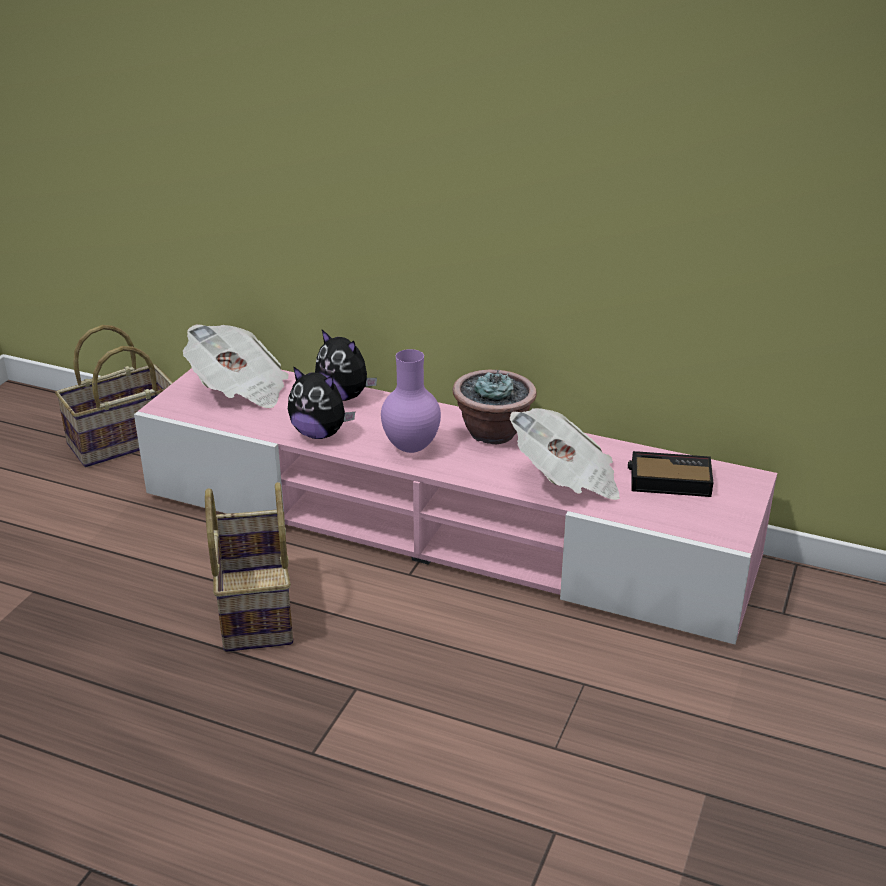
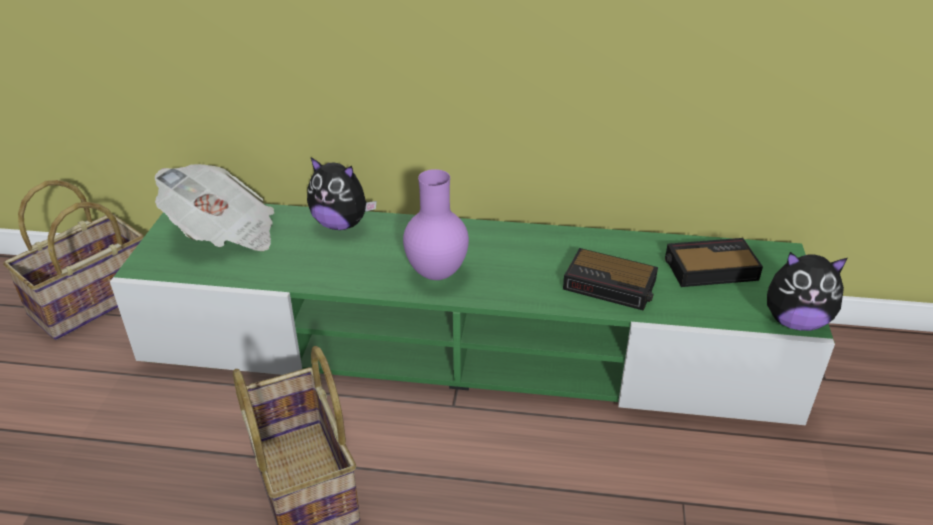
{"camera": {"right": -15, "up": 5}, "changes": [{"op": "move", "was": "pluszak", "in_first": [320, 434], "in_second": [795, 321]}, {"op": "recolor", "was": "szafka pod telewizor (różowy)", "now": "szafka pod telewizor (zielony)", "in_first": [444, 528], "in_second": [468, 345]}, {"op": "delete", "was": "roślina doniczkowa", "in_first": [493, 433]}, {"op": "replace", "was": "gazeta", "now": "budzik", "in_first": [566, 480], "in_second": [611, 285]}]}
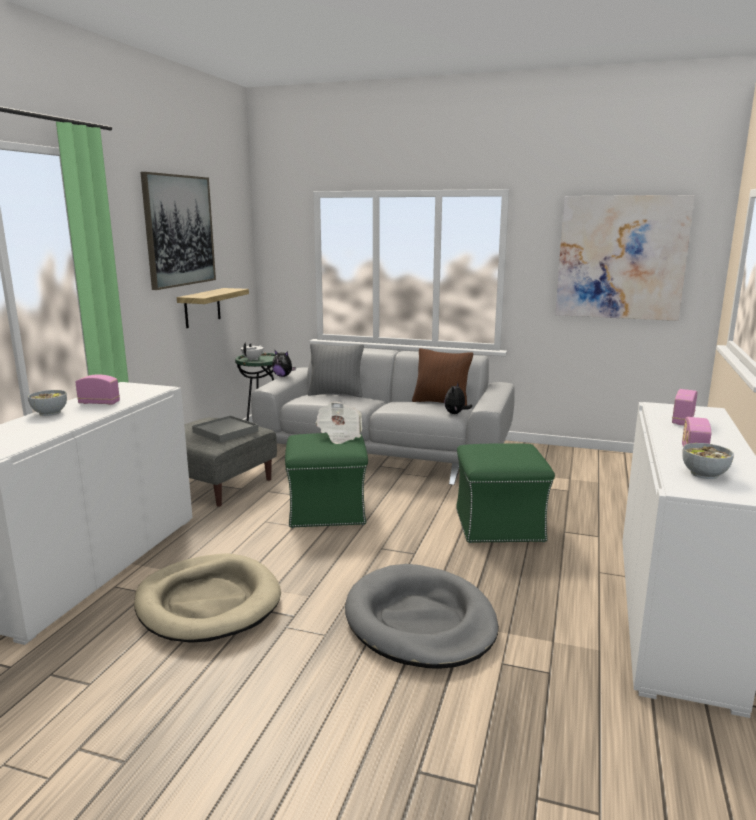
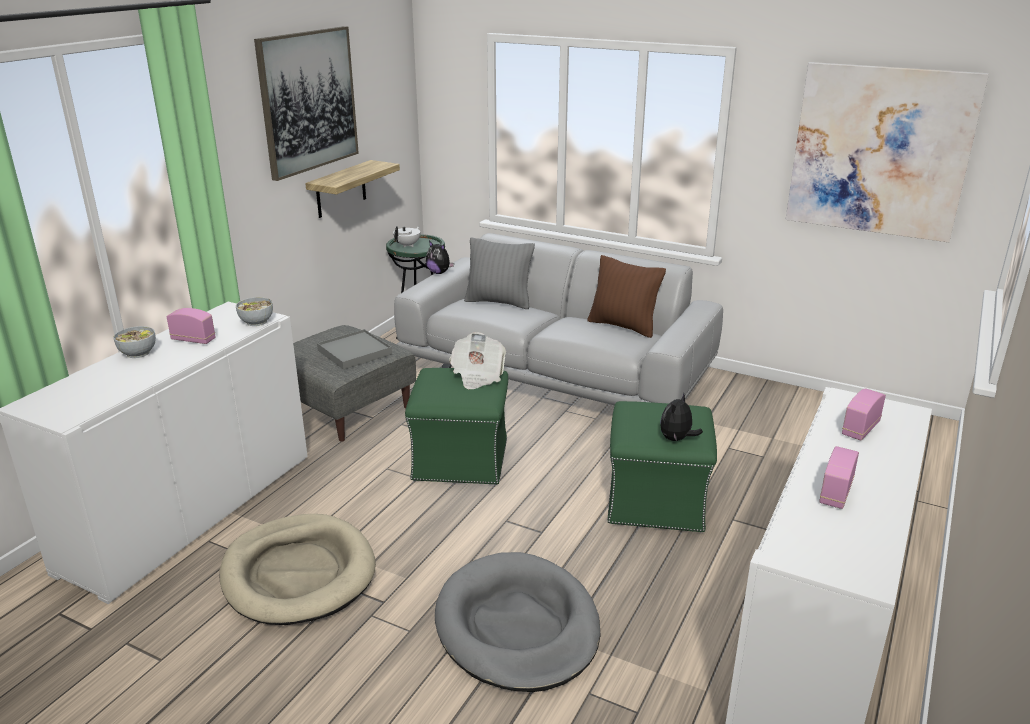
{"camera": {"right": 10, "up": 10}, "changes": [{"op": "move", "was": "pluszak", "in_first": [455, 413], "in_second": [677, 439]}, {"op": "move", "was": "miska", "in_first": [704, 474], "in_second": [256, 322]}]}
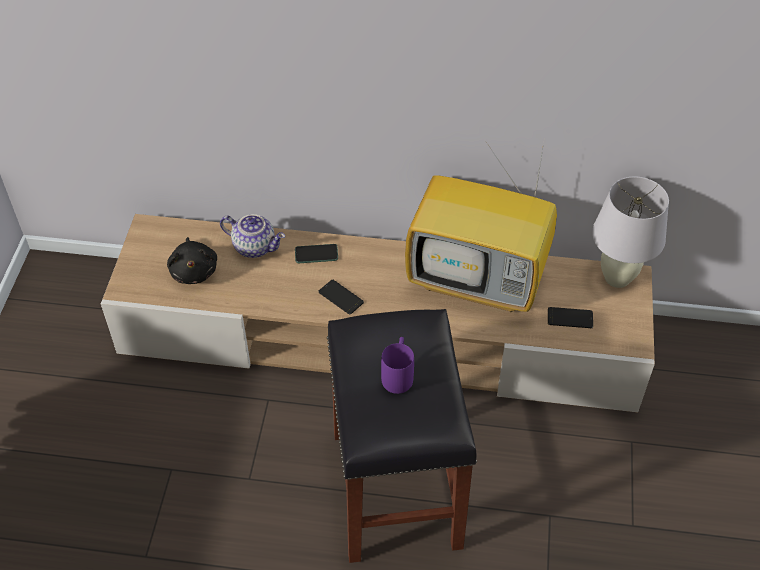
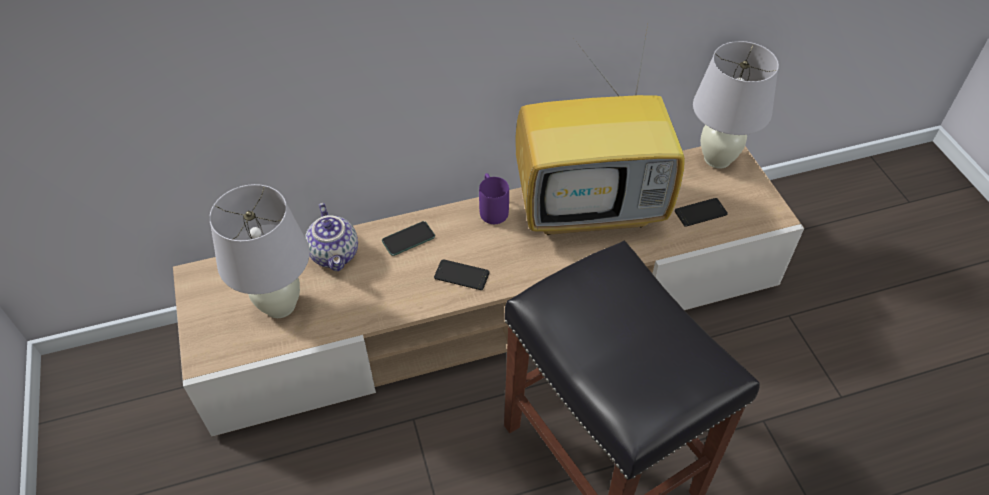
{"camera": {"right": -25, "up": 0}, "changes": [{"op": "rotate", "was": "imbryk", "in_first": [255, 246], "in_second": [336, 254], "clockwise": 75}, {"op": "replace", "was": "pluszak (czarny)", "now": "lampa stołowa (biały)", "in_first": [194, 271], "in_second": [279, 306]}, {"op": "move", "was": "kubek (fioletowy)", "in_first": [398, 374], "in_second": [492, 208]}]}
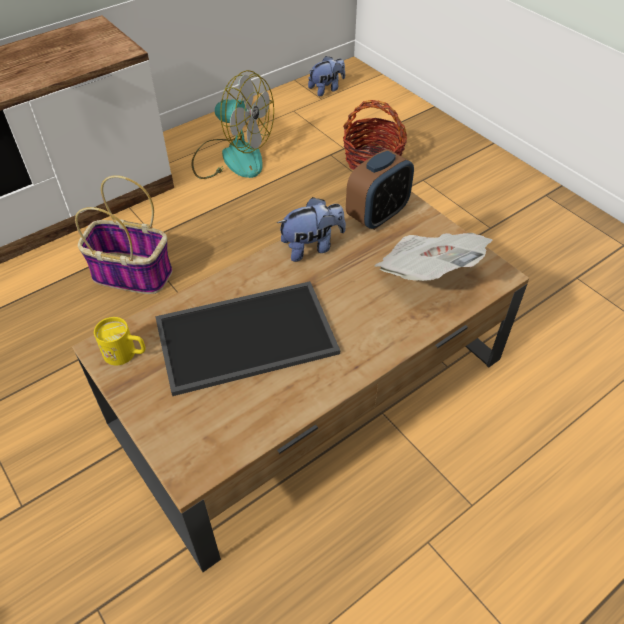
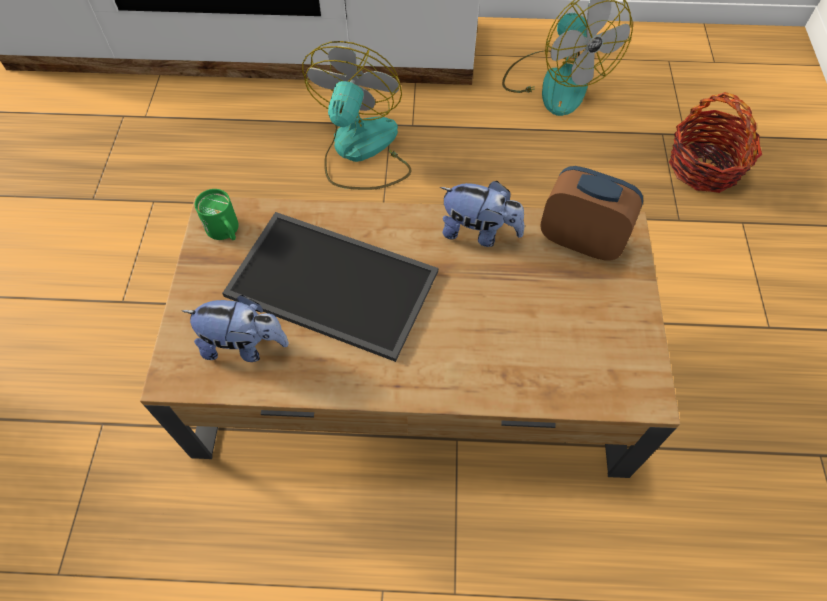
{"camera": {"right": 40, "up": 10}, "changes": [{"op": "move", "was": "pluszak", "in_first": [326, 89], "in_second": [244, 345]}, {"op": "rotate", "was": "budzik", "in_first": [377, 215], "in_second": [581, 239], "clockwise": -150}, {"op": "replace", "was": "koszyk", "now": "wentylator", "in_first": [130, 274], "in_second": [360, 151]}, {"op": "delete", "was": "gazeta", "in_first": [427, 273]}, {"op": "recolor", "was": "kubek (żółty)", "now": "kubek (zielony)", "in_first": [126, 354], "in_second": [226, 232]}]}
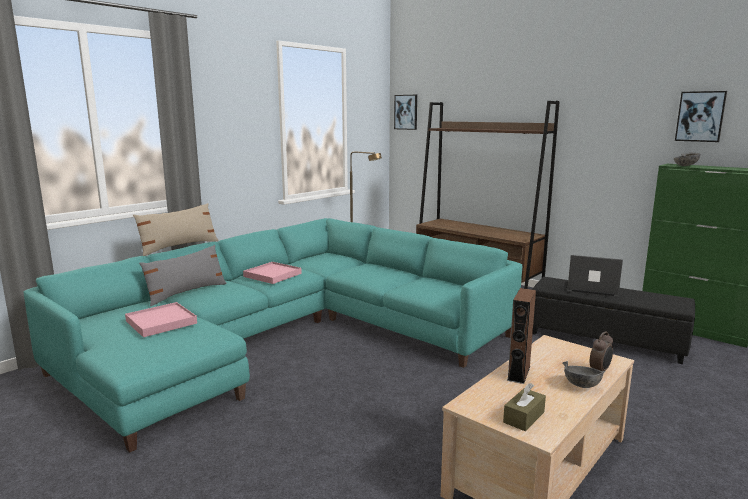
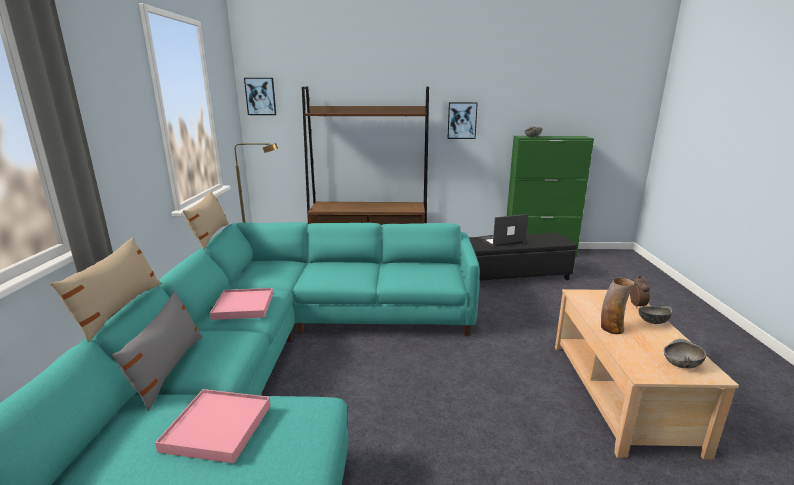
{"camera": {"right": -40, "up": 5}, "changes": [{"op": "move", "was": "obraz", "in_first": [700, 116], "in_second": [462, 120]}, {"op": "replace", "was": "głośnik (brązowy)", "now": "wazon", "in_first": [519, 373], "in_second": [611, 328]}, {"op": "replace", "was": "pudełko chusteczek (brązowy)", "now": "miska (szary)", "in_first": [524, 417], "in_second": [680, 364]}, {"op": "insert", "now": "poduszka (beżowy)", "in_second": [210, 236]}]}
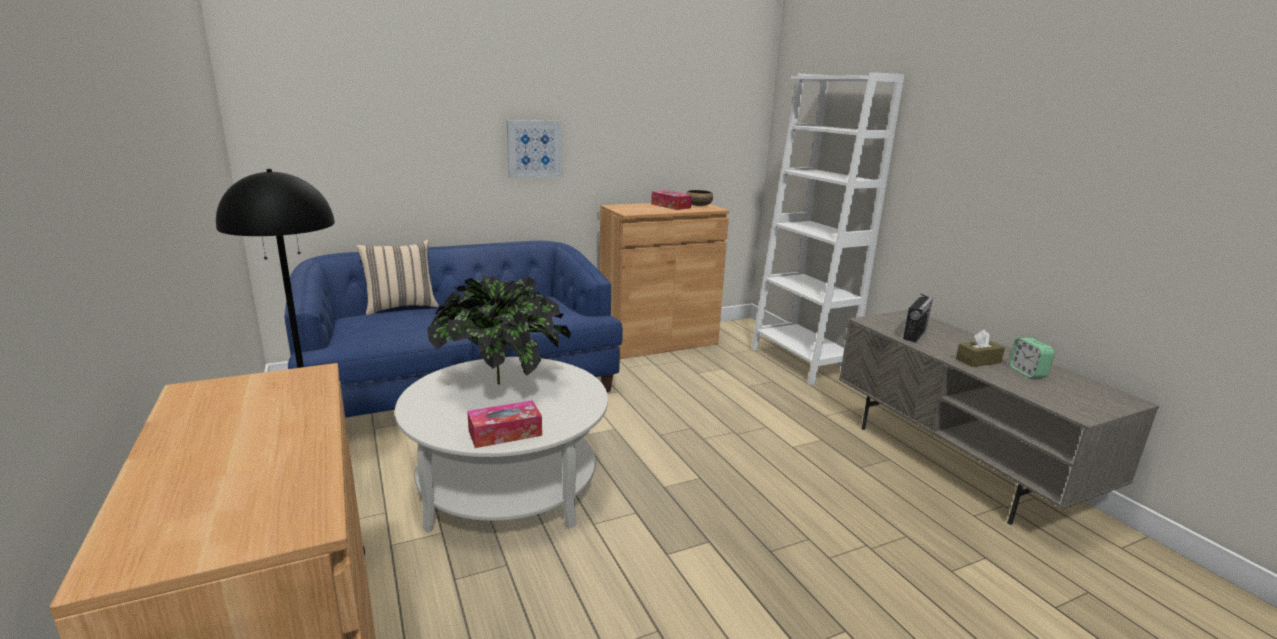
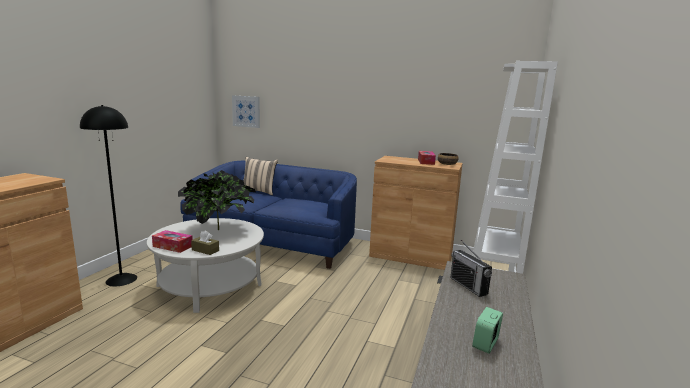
{"camera": {"right": 45, "up": -5}, "changes": [{"op": "move", "was": "obraz", "in_first": [534, 149], "in_second": [246, 111]}, {"op": "rotate", "was": "radio", "in_first": [915, 334], "in_second": [468, 286], "clockwise": 75}, {"op": "move", "was": "pudełko chusteczek (brązowy)", "in_first": [978, 361], "in_second": [205, 250]}]}
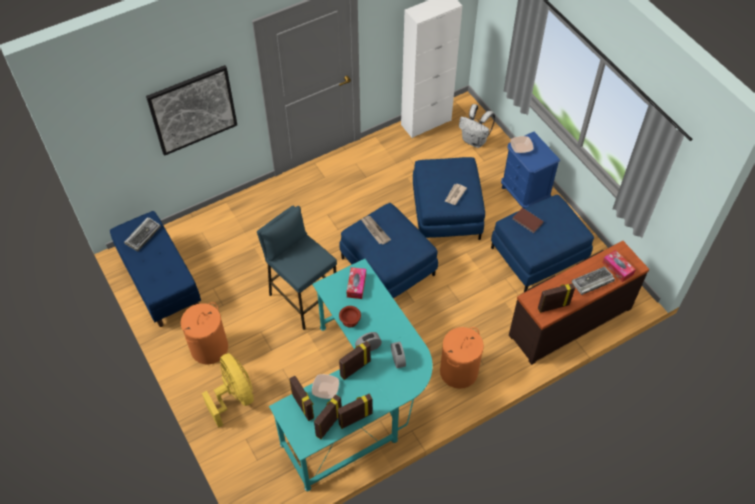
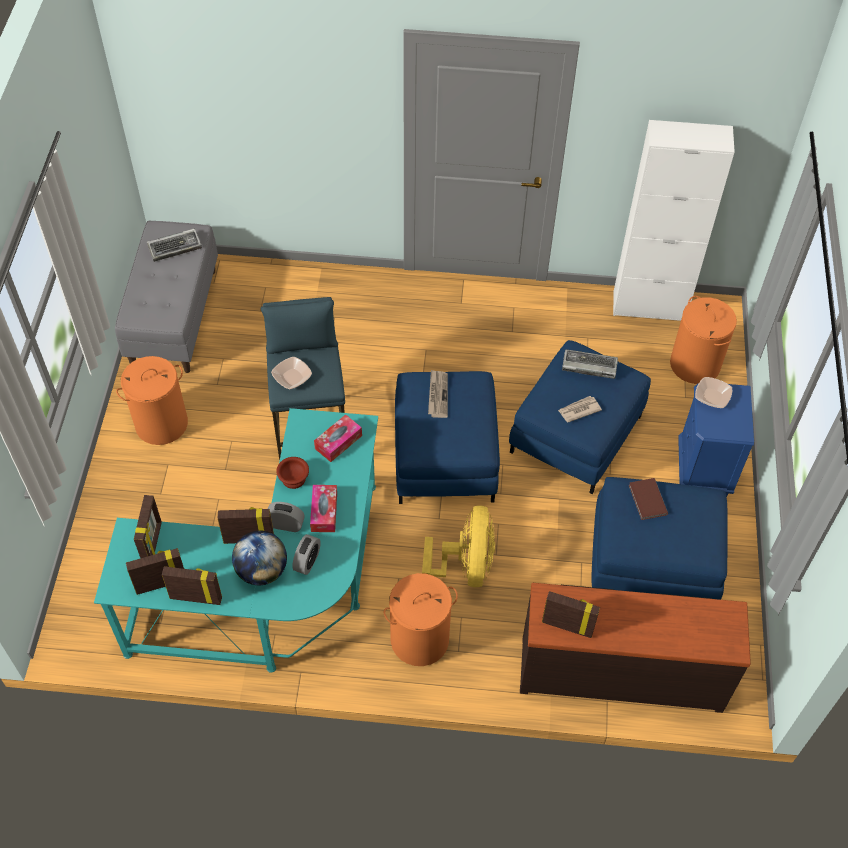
{"camera": {"right": 35, "up": 0}, "changes": [{"op": "delete", "was": "obraz", "in_first": [193, 110]}, {"op": "replace", "was": "plecak (biały)", "now": "kosz na pranie (pomarańczowy)", "in_first": [475, 141], "in_second": [695, 365]}, {"op": "recolor", "was": "ławka (niebieski)", "now": "ławka (szary)", "in_first": [160, 282], "in_second": [173, 317]}, {"op": "move", "was": "pudełko chusteczek", "in_first": [617, 268], "in_second": [324, 512]}, {"op": "move", "was": "klawiatura", "in_first": [592, 282], "in_second": [588, 366]}, {"op": "move", "was": "wentylator (żółty)", "in_first": [234, 397], "in_second": [465, 567]}, {"op": "move", "was": "miska", "in_first": [325, 389], "in_second": [292, 377]}, {"op": "insert", "now": "globus", "in_second": [262, 570]}]}
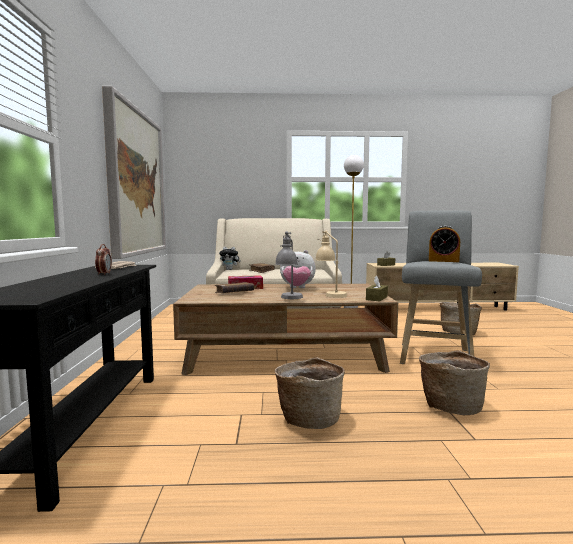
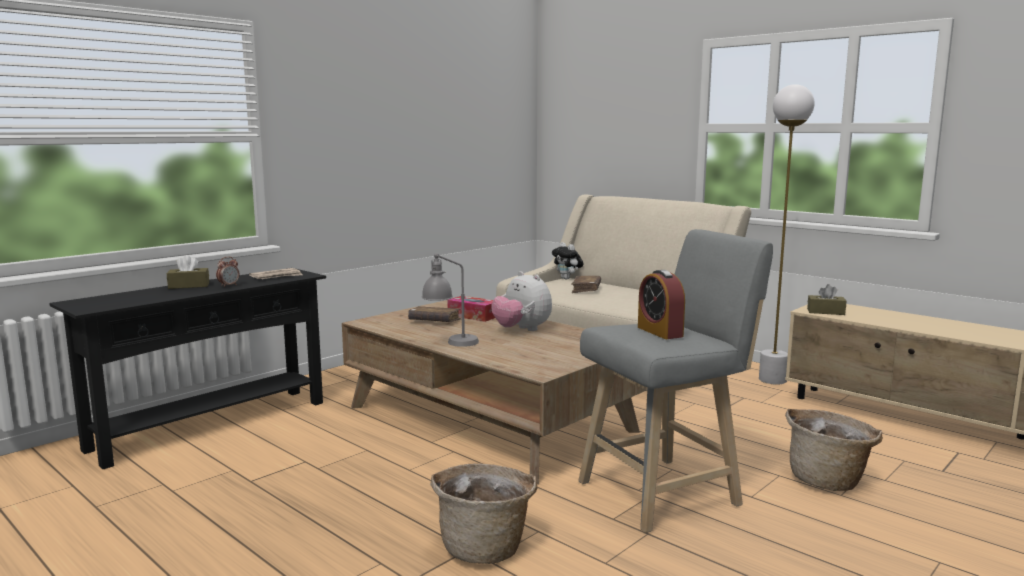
{"camera": {"right": 45, "up": 5}, "changes": [{"op": "delete", "was": "obraz", "in_first": [135, 183]}, {"op": "delete", "was": "lampa stołowa (beżowy)", "in_first": [330, 294]}, {"op": "move", "was": "pudełko chusteczek (brązowy)", "in_first": [376, 298], "in_second": [189, 286]}, {"op": "delete", "was": "koszyk", "in_first": [309, 419]}]}
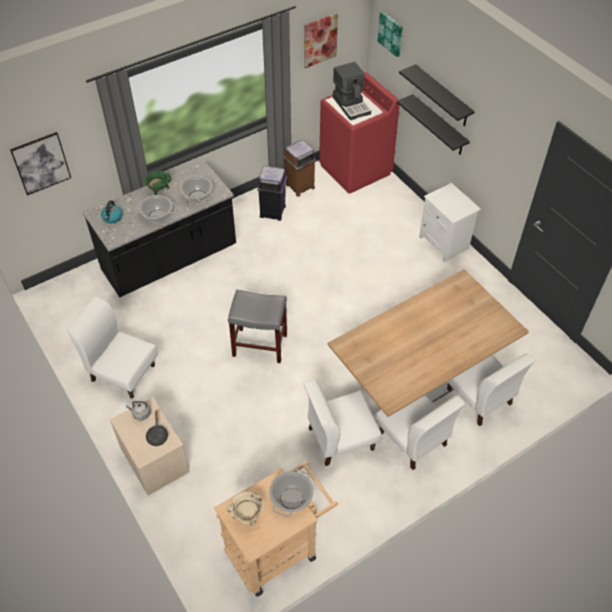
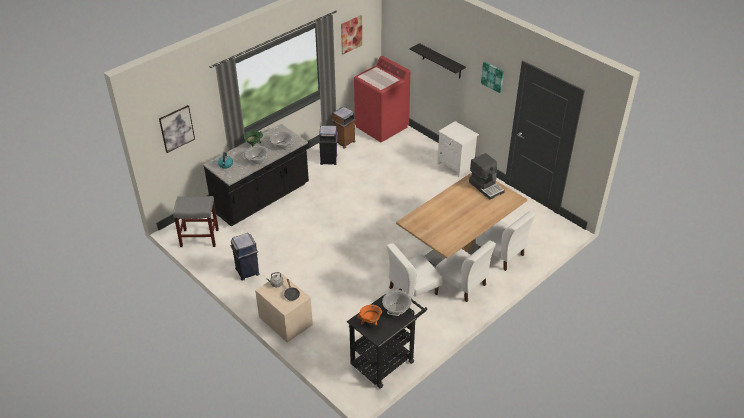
{"camera": {"right": -10, "up": -10}, "changes": [{"op": "move", "was": "obraz", "in_first": [391, 33], "in_second": [493, 76]}, {"op": "move", "was": "ekspres do kawy", "in_first": [351, 105], "in_second": [486, 187]}, {"op": "delete", "was": "półka (czarny)", "in_first": [439, 126]}, {"op": "move", "was": "stołek (szary)", "in_first": [259, 345], "in_second": [199, 238]}, {"op": "replace", "was": "krzesło (biały)", "now": "kosz na śmieci (niebieski)", "in_first": [123, 372], "in_second": [247, 272]}, {"op": "recolor", "was": "wózek (beżowy)", "now": "wózek (czarny)", "in_first": [277, 548], "in_second": [386, 359]}, {"op": "recolor", "was": "garnek (beżowy)", "now": "garnek (pomarańczowy)", "in_first": [247, 516], "in_second": [370, 322]}]}
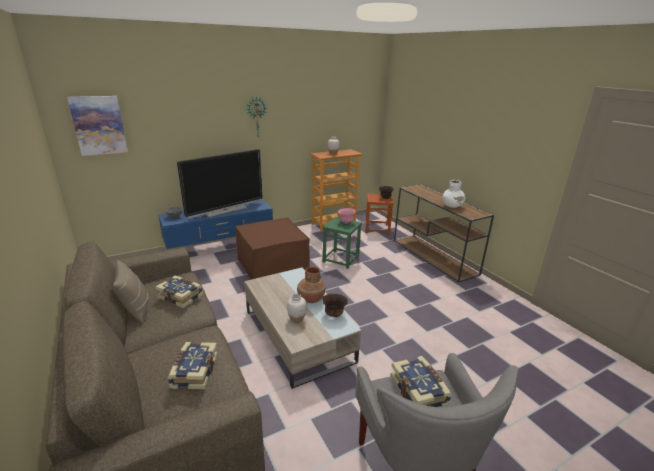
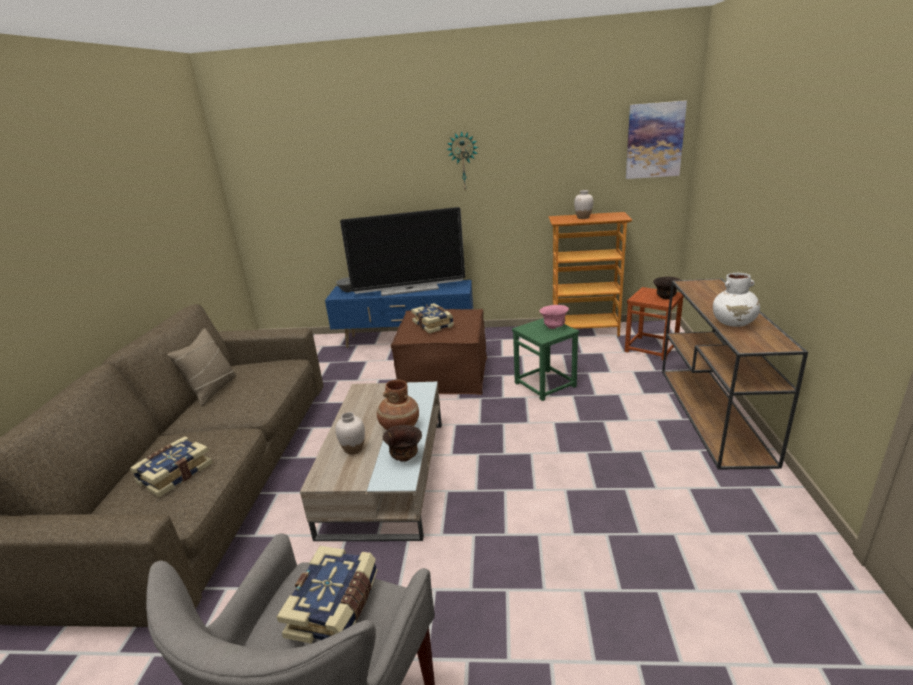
{"camera": {"right": 35, "up": 0}, "changes": [{"op": "move", "was": "obraz", "in_first": [99, 125], "in_second": [654, 140]}, {"op": "move", "was": "książka", "in_first": [181, 296], "in_second": [433, 324]}]}
